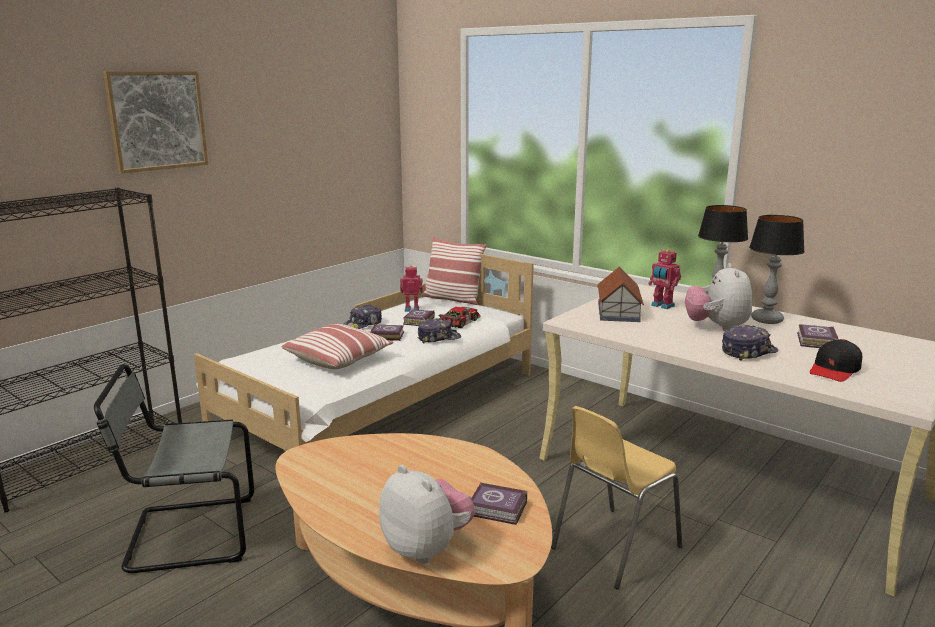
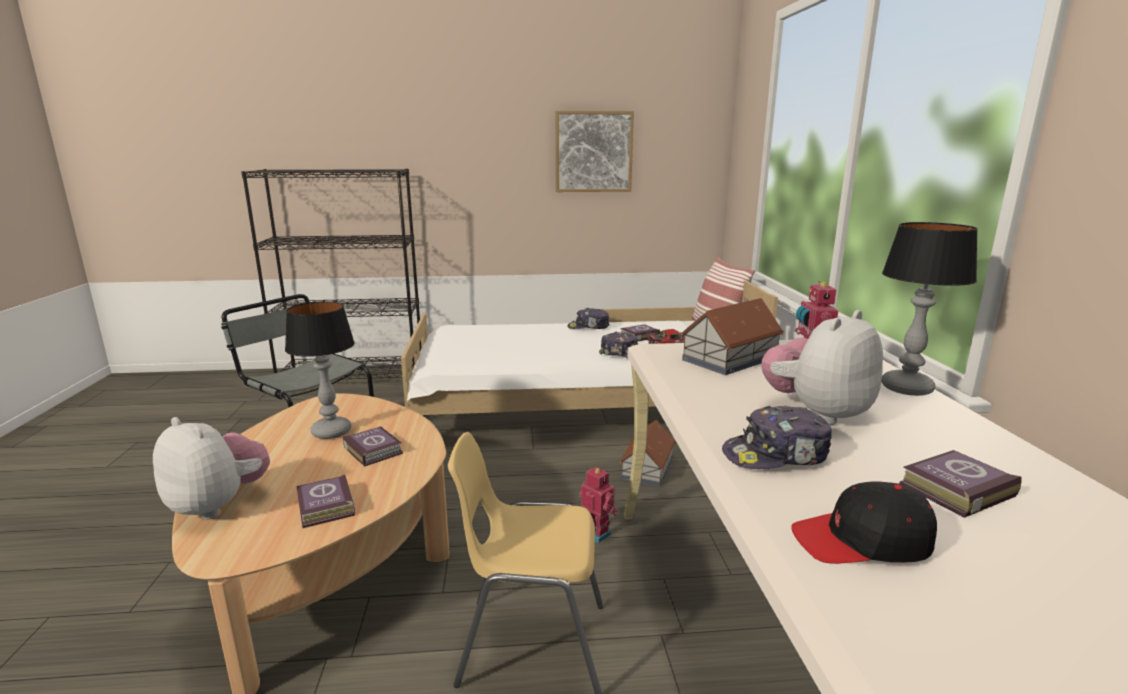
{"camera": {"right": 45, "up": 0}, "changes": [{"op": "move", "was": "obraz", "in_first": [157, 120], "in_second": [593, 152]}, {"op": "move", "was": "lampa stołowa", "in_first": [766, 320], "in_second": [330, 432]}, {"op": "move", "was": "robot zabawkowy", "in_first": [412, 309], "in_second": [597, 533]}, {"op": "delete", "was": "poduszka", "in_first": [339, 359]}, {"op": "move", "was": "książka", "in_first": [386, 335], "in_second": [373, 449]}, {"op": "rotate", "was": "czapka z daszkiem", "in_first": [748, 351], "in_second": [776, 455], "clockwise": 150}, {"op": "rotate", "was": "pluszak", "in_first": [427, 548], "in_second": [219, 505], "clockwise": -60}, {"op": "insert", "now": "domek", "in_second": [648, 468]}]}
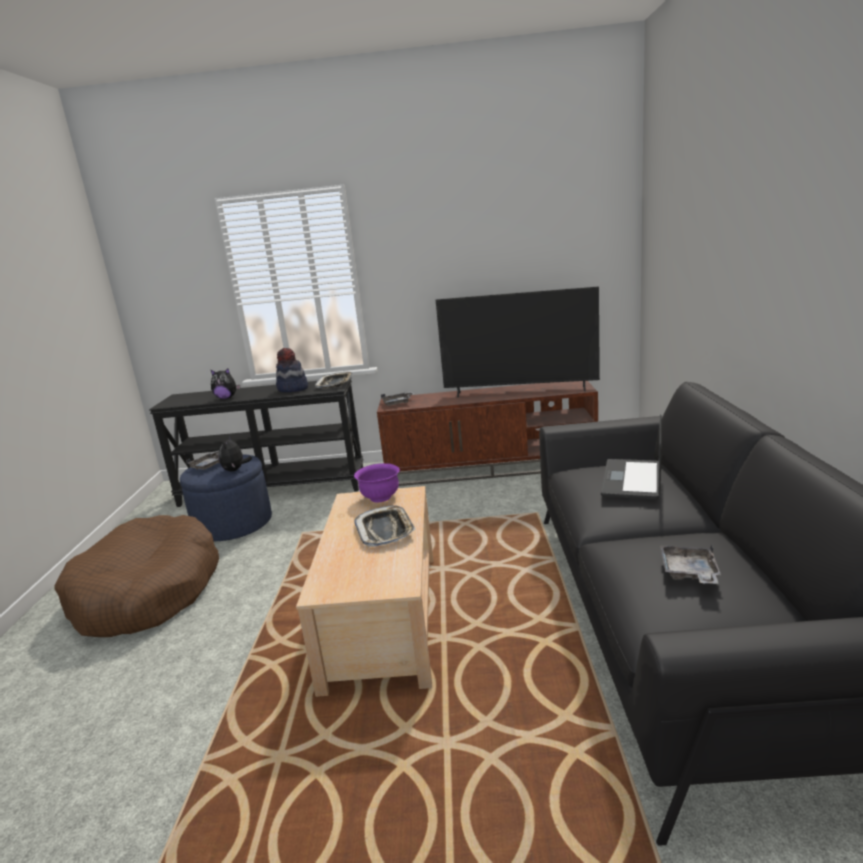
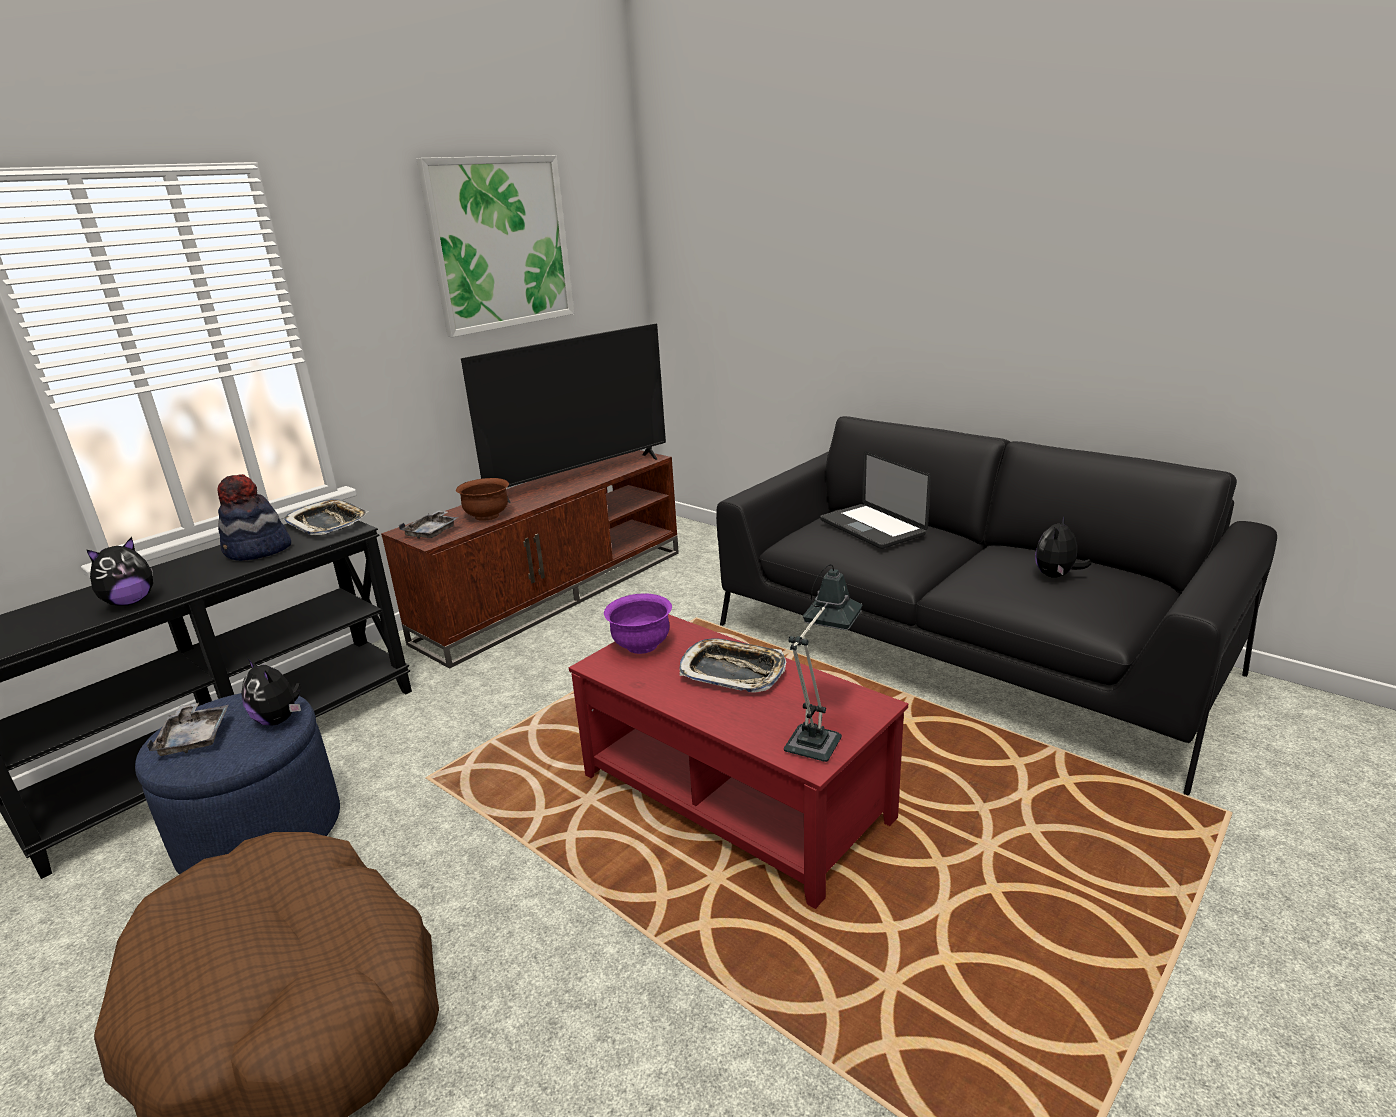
{"camera": {"right": -50, "up": 5}, "changes": [{"op": "recolor", "was": "ława (beżowy)", "now": "ława (czerwony)", "in_first": [385, 619], "in_second": [736, 795]}, {"op": "replace", "was": "taca (szary)", "now": "pluszak", "in_first": [689, 572], "in_second": [1056, 576]}, {"op": "insert", "now": "obraz", "in_second": [500, 243]}, {"op": "insert", "now": "miska (brązowy)", "in_second": [487, 516]}, {"op": "insert", "now": "lampa stołowa", "in_second": [817, 737]}]}
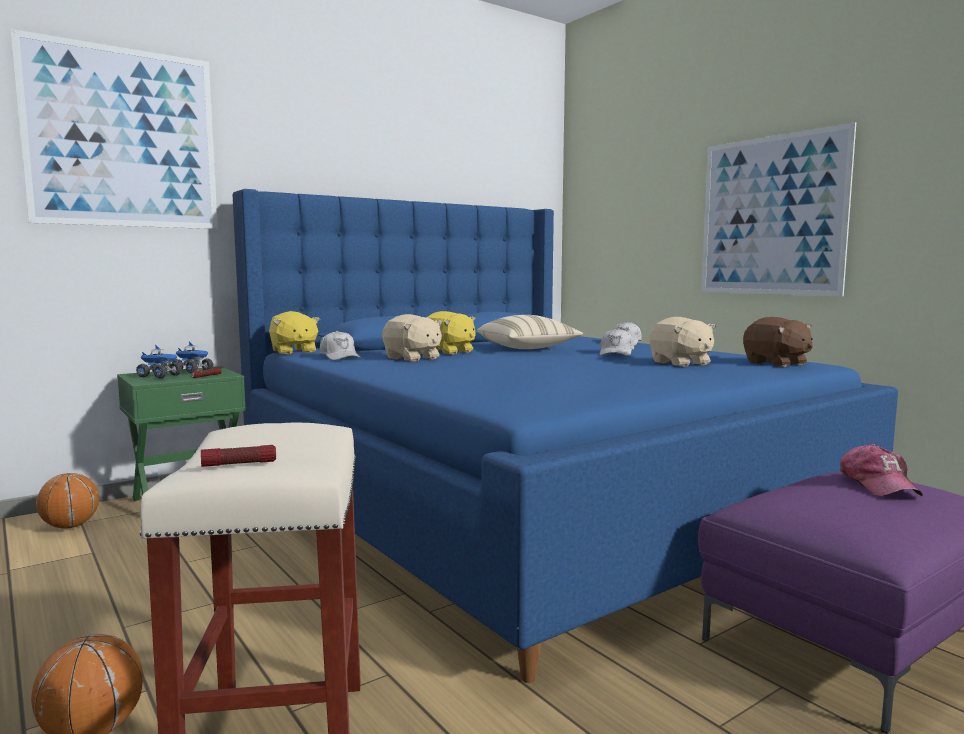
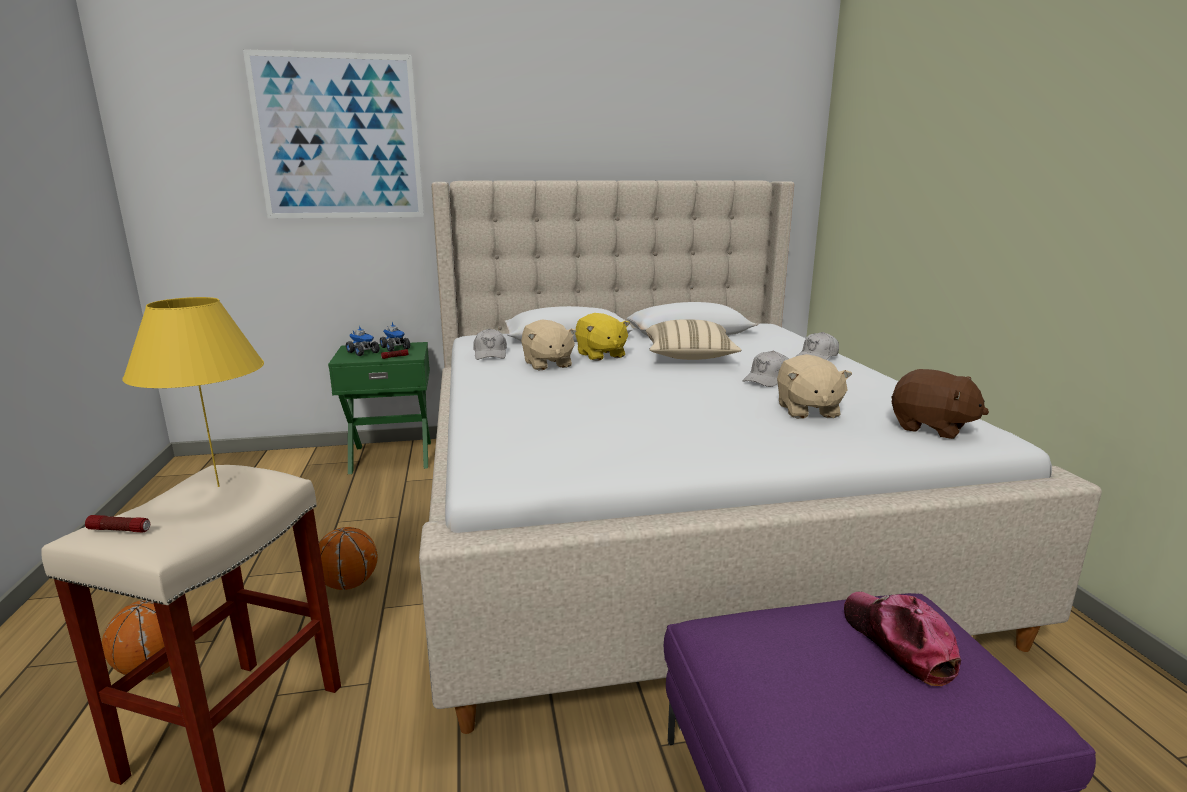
{"camera": {"right": 25, "up": 10}, "changes": [{"op": "delete", "was": "obraz", "in_first": [771, 216]}, {"op": "recolor", "was": "łóżko (niebieski)", "now": "łóżko (beżowy)", "in_first": [531, 502], "in_second": [666, 517]}, {"op": "delete", "was": "pluszak (żółty)", "in_first": [293, 351]}, {"op": "rotate", "was": "pluszak (brązowy)", "in_first": [776, 363], "in_second": [931, 428], "clockwise": -45}, {"op": "rotate", "was": "czapka z daszkiem", "in_first": [878, 484], "in_second": [898, 642], "clockwise": 135}, {"op": "move", "was": "piłka do koszykówki", "in_first": [70, 526], "in_second": [348, 584]}, {"op": "insert", "now": "lampa stołowa (żółty)", "in_second": [218, 486]}]}
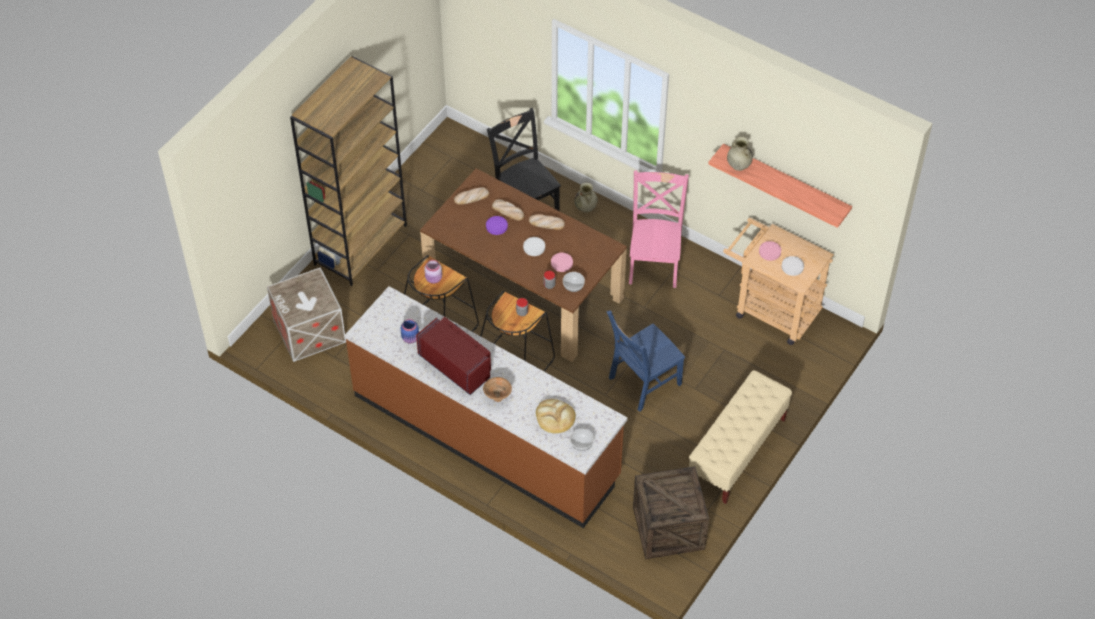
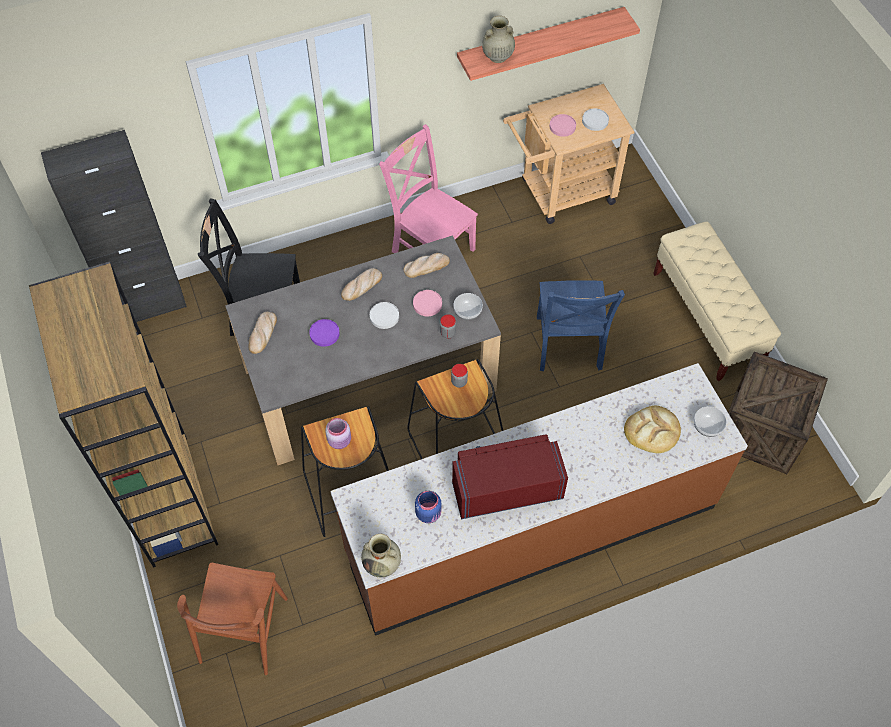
{"camera": {"right": -55, "up": 5}, "changes": [{"op": "recolor", "was": "stół jadalny (brązowy)", "now": "stół jadalny (szary)", "in_first": [523, 290], "in_second": [369, 378]}, {"op": "move", "was": "wazon (beżowy)", "in_first": [585, 208], "in_second": [382, 564]}, {"op": "move", "was": "chleb", "in_first": [508, 211], "in_second": [426, 266]}, {"op": "replace", "was": "skrzynka", "now": "krzesło (brązowy)", "in_first": [309, 331], "in_second": [243, 630]}, {"op": "delete", "was": "miska (brązowy)", "in_first": [497, 398]}, {"op": "insert", "now": "szafka (czarny)", "in_second": [148, 305]}]}
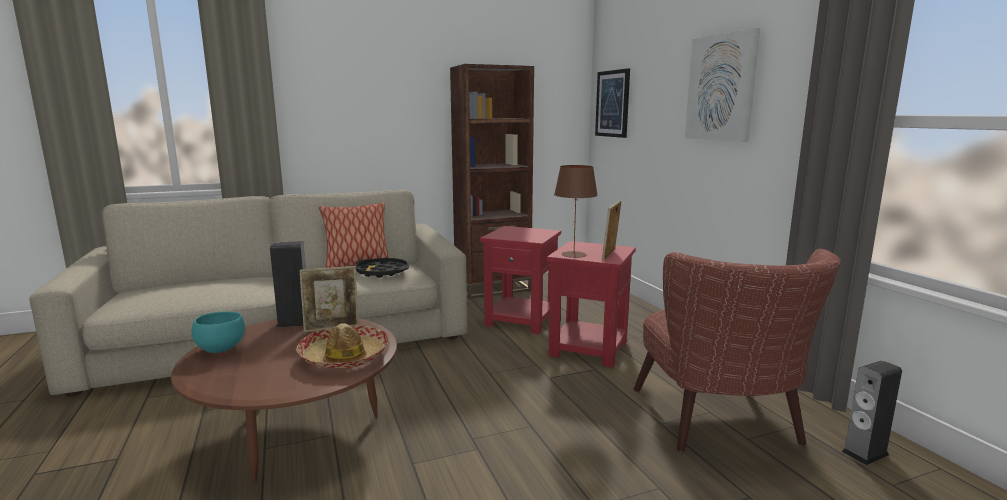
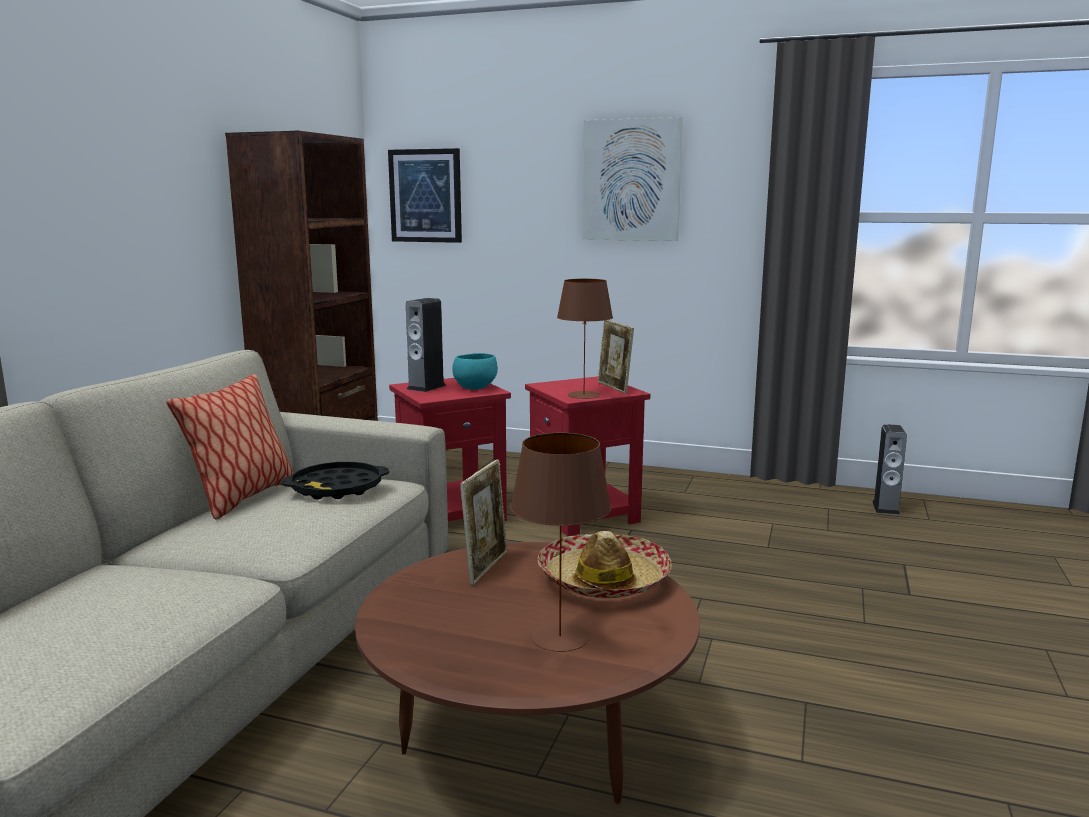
{"camera": {"right": -50, "up": 0}, "changes": [{"op": "move", "was": "głośnik", "in_first": [294, 322], "in_second": [426, 387]}, {"op": "delete", "was": "fotel (brązowy)", "in_first": [721, 425]}, {"op": "move", "was": "miska (turkusowy)", "in_first": [221, 349], "in_second": [474, 388]}, {"op": "insert", "now": "lampa stołowa (brązowy)", "in_second": [560, 637]}]}
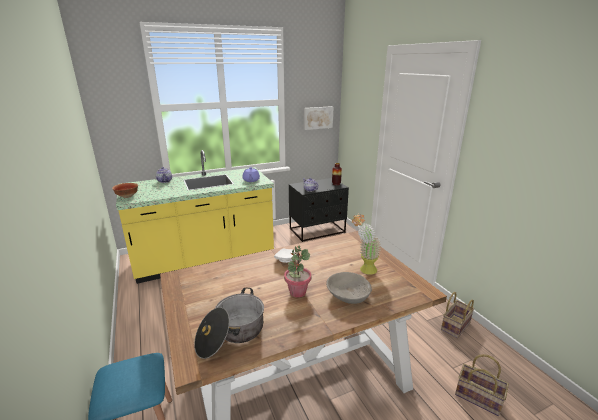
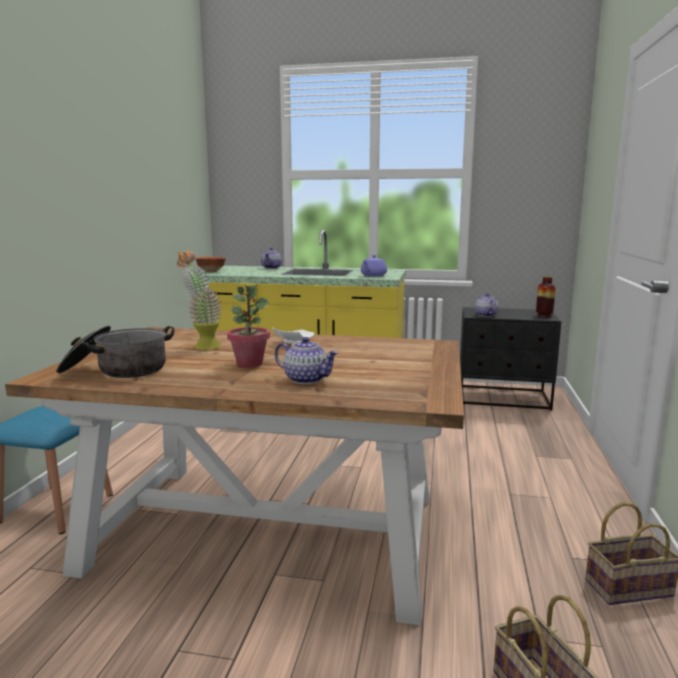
{"camera": {"right": 35, "up": -10}, "changes": [{"op": "delete", "was": "obraz", "in_first": [317, 117]}, {"op": "move", "was": "roślina doniczkowa", "in_first": [364, 270], "in_second": [202, 346]}, {"op": "replace", "was": "miska (szary)", "now": "imbryk", "in_first": [348, 295], "in_second": [306, 379]}]}
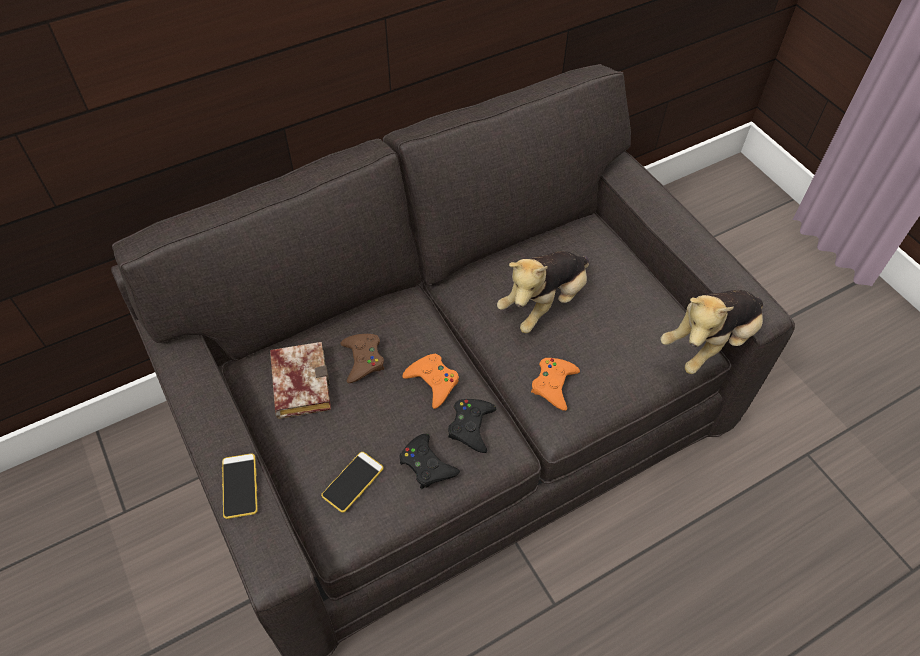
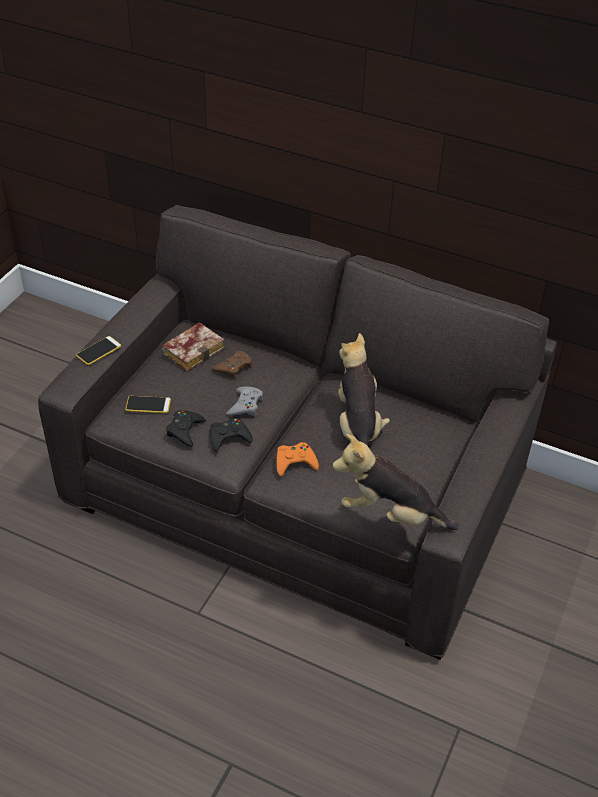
{"camera": {"right": 55, "up": -10}, "changes": [{"op": "rotate", "was": "pluszak", "in_first": [544, 303], "in_second": [358, 428], "clockwise": 75}, {"op": "recolor", "was": "pad do gier (pomarańczowy)", "now": "pad do gier (szary)", "in_first": [433, 382], "in_second": [245, 405]}]}
